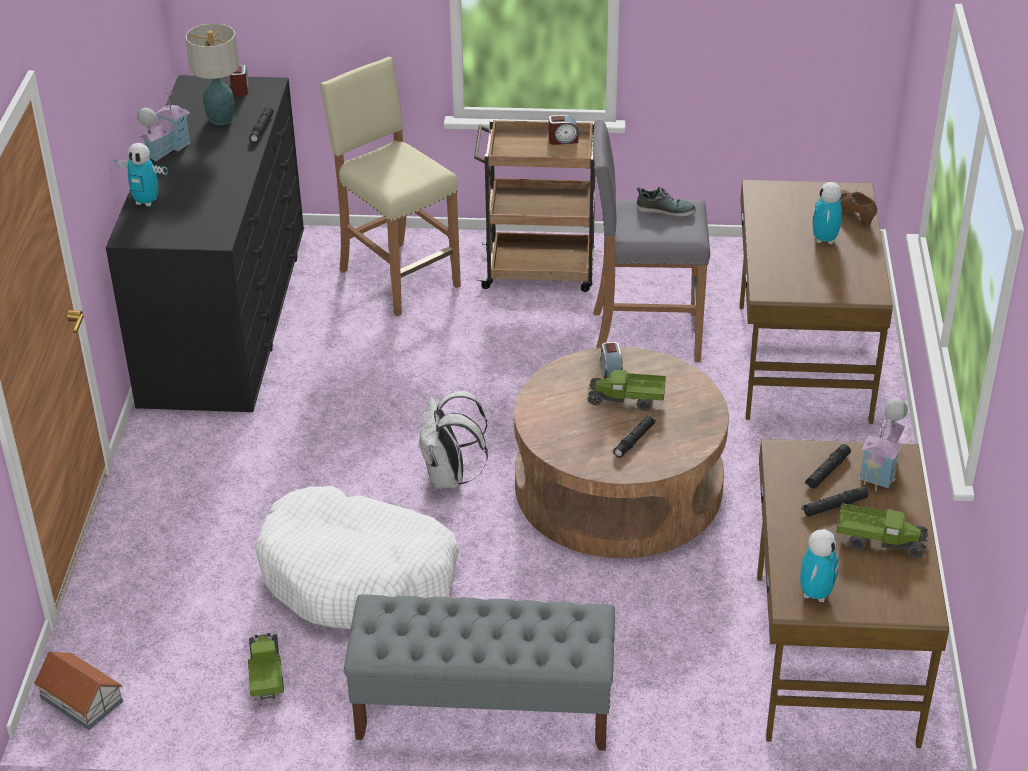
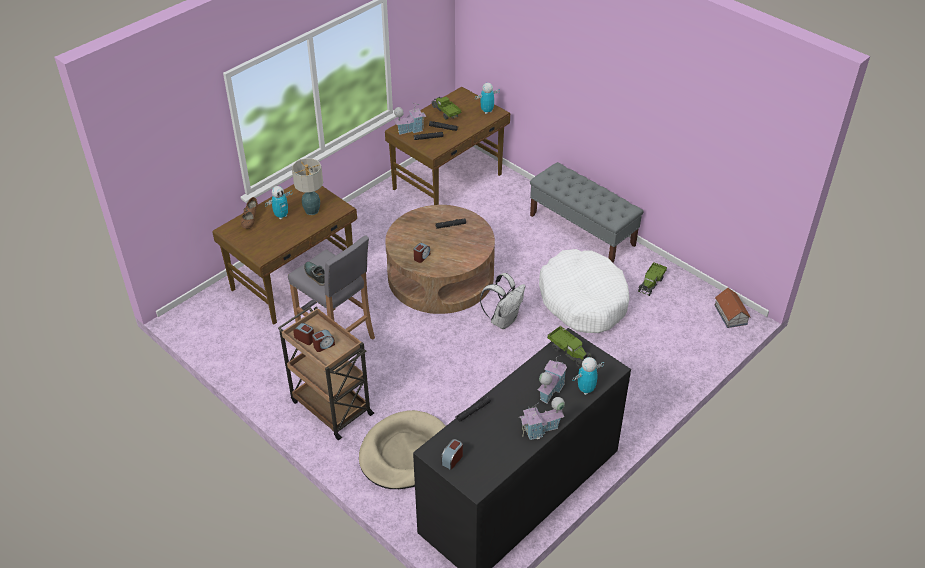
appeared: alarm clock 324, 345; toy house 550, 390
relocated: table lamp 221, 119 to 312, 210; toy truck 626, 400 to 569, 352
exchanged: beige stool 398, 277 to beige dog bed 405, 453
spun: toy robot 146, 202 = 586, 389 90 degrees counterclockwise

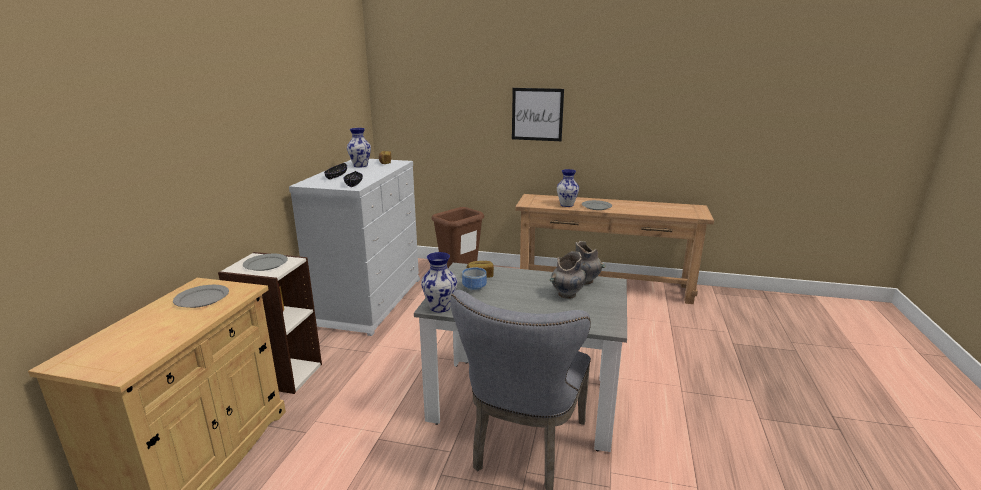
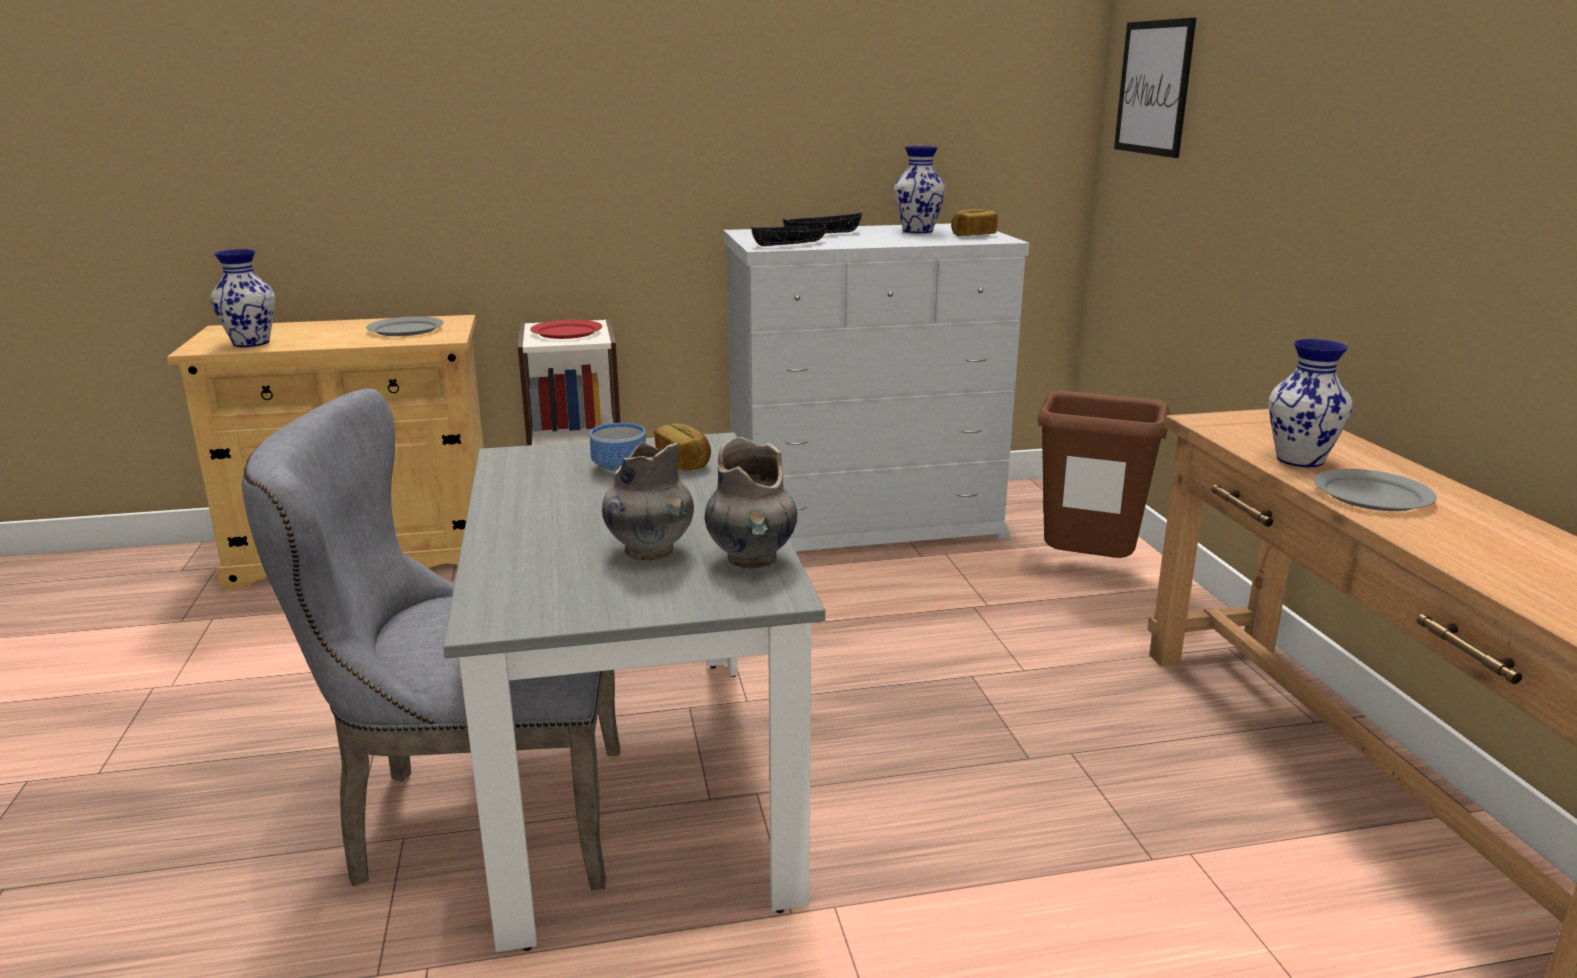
relocated: vase 440, 307 to 252, 343; picture 537, 114 to 1154, 88
colour: grey plate 265, 264 to red plate 566, 332

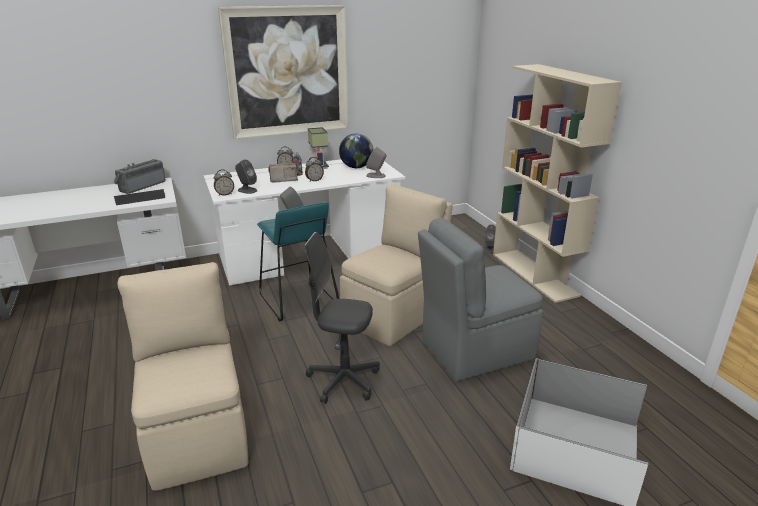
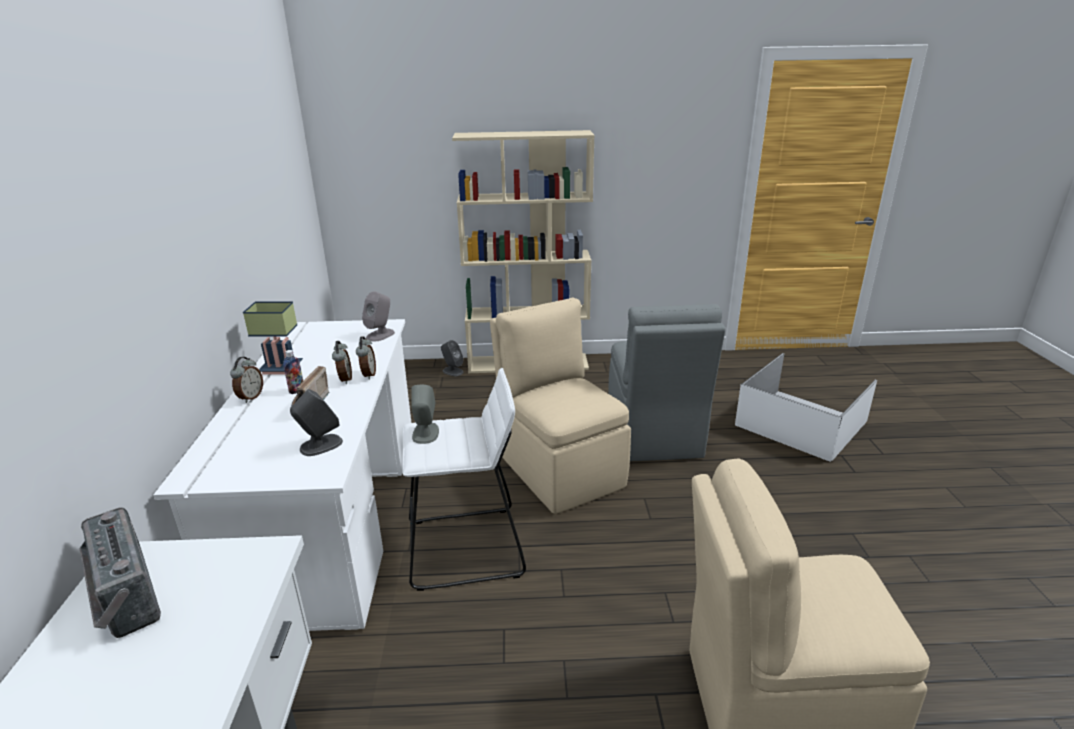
missing: keyboard 140, 198; picture 287, 72; grey office chair 343, 380; globe 356, 167
relocated: alarm clock 225, 194 to 368, 375
colour: turquoise stool 297, 299 to white stool 465, 548

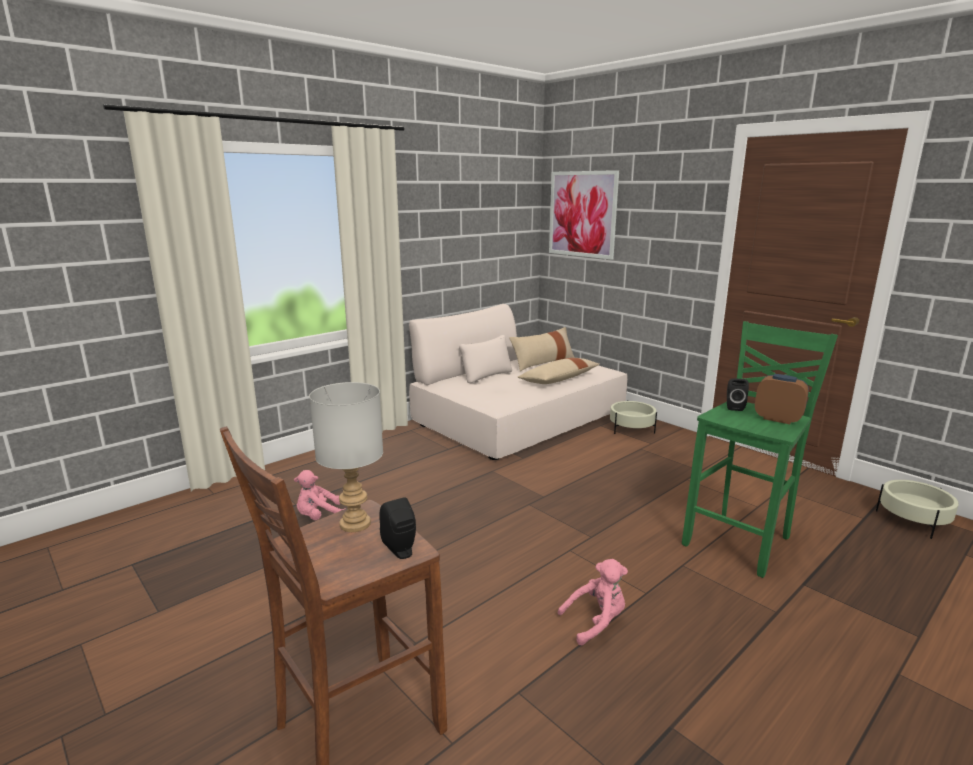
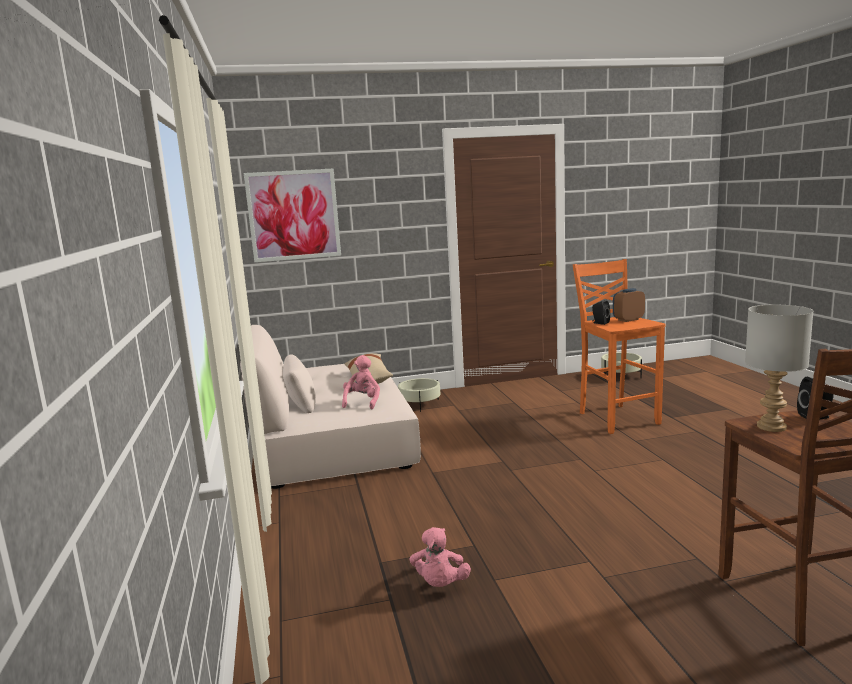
missing: beige pillow 543, 362
relocated: pink plush toy 596, 622 to 362, 402
colour: green stool 740, 541 to orange stool 617, 418

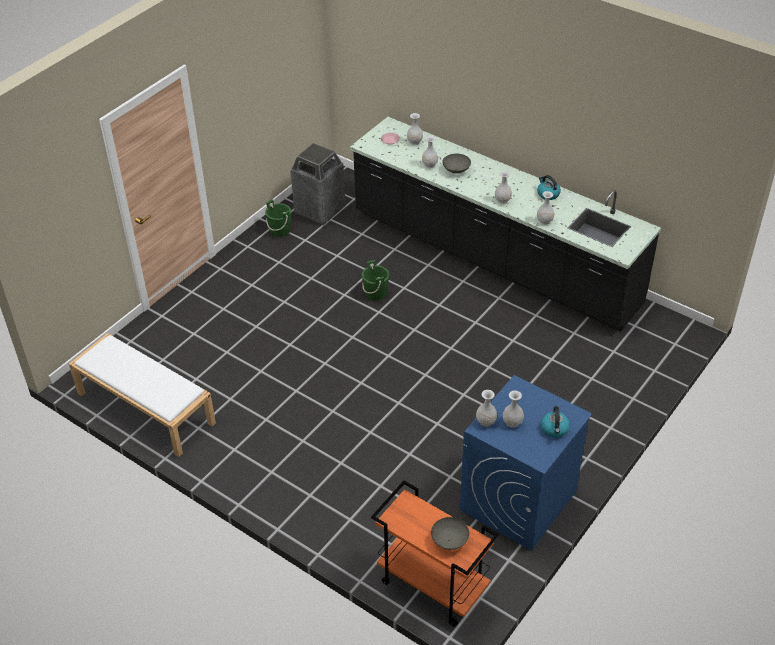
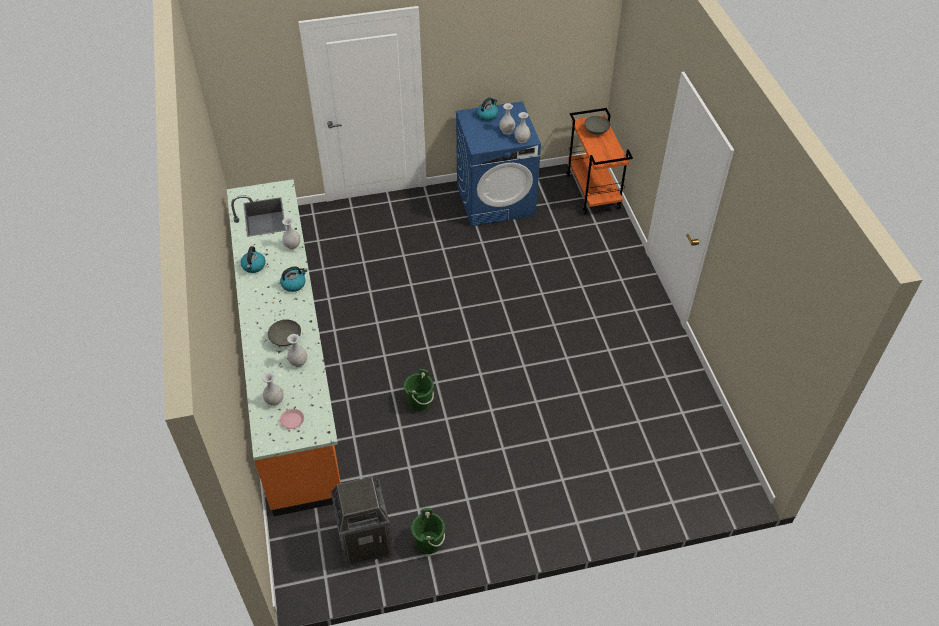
missing: white bench 144, 408
exchanged: white vase 503, 200 to kettle 294, 284
colour: black counter 493, 259 to orange counter 291, 366

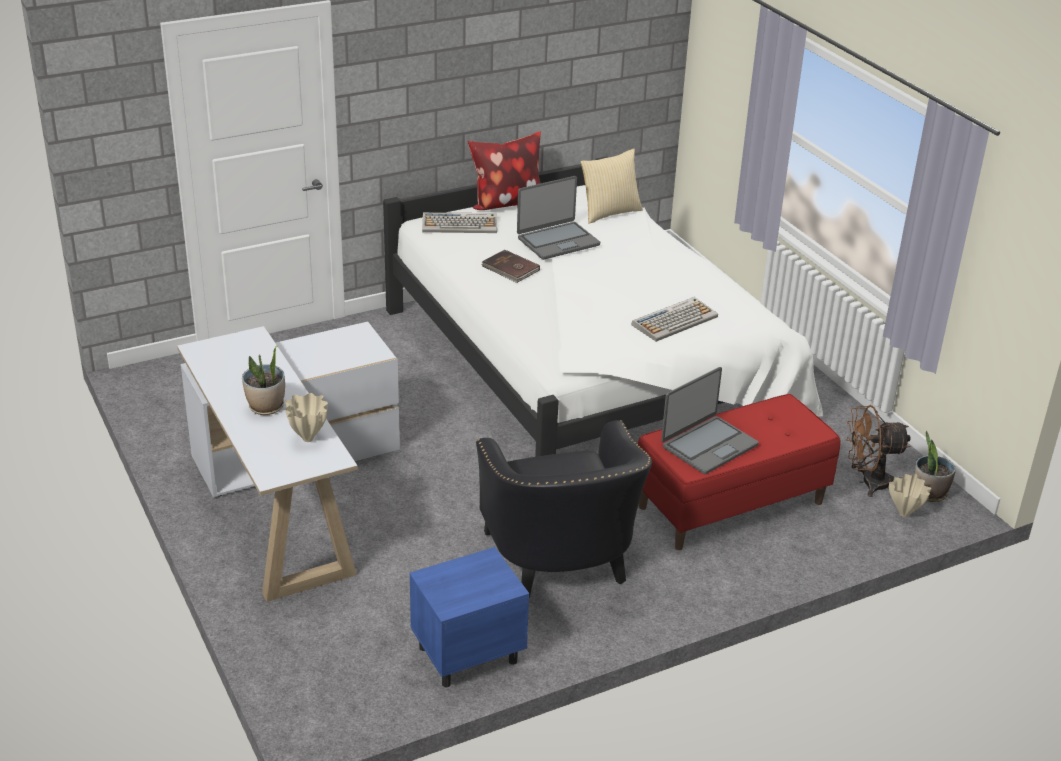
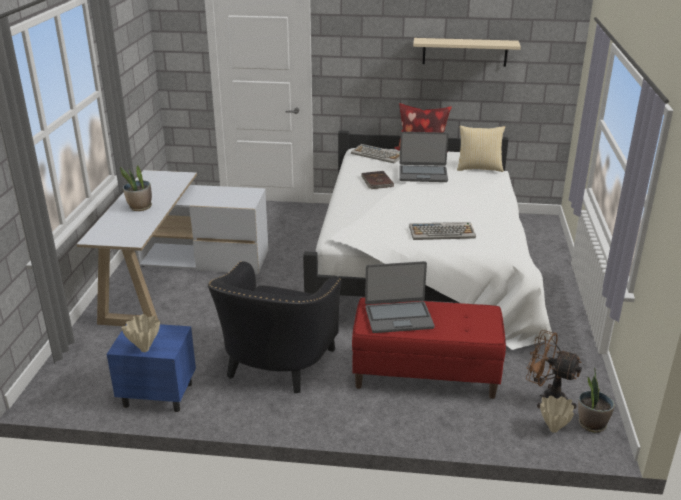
appeared: beige shelf 464, 52
relocated: beige vase 308, 438 to 145, 349

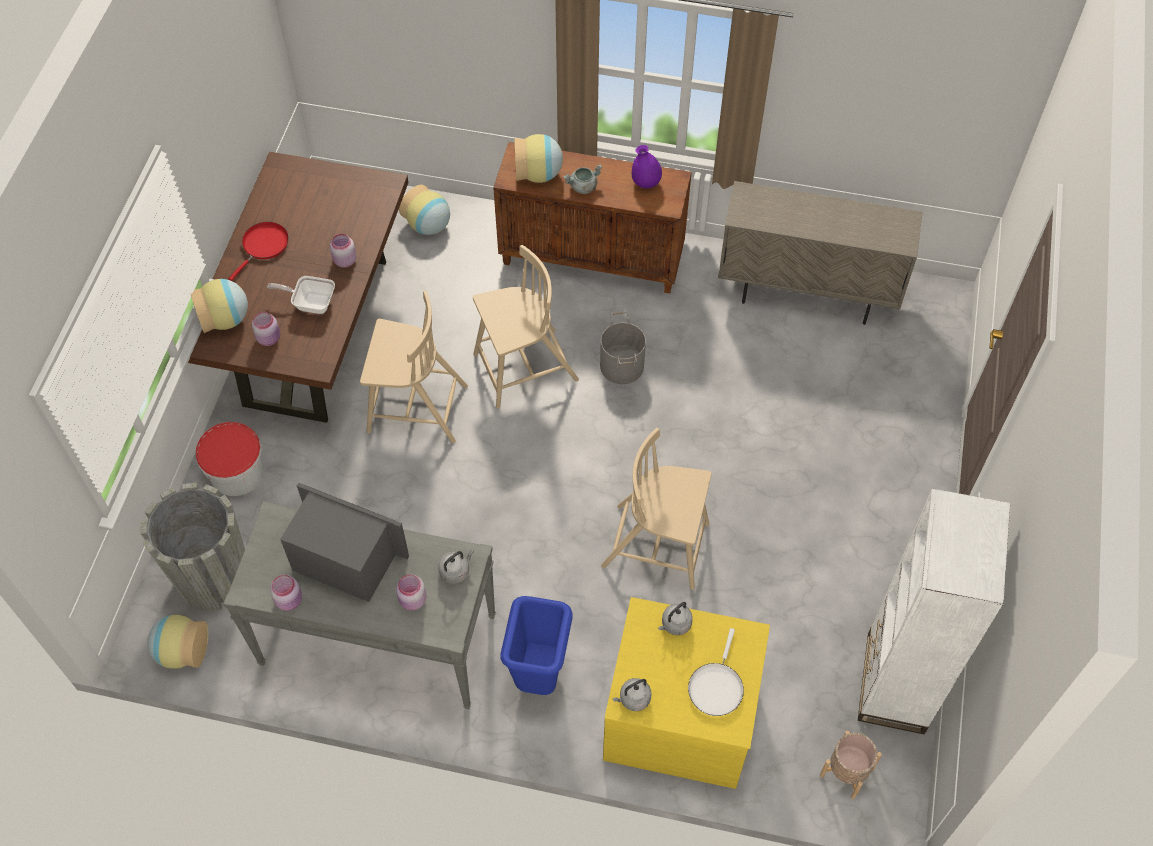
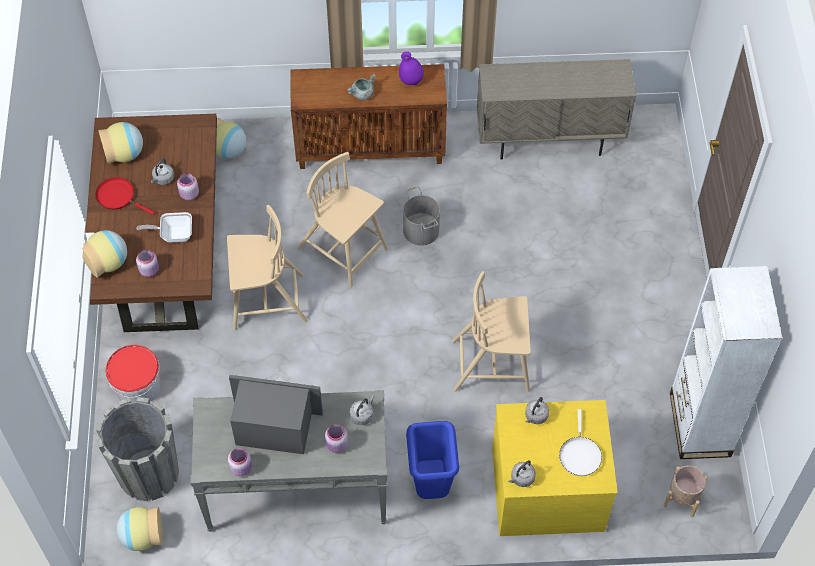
appeared: grey kettle 163, 179
relocated: vase 538, 174 to 125, 154
spun: red frying pan 263, 246 = 118, 196 75 degrees counterclockwise; beige chair 523, 368 = 343, 250 105 degrees counterclockwise

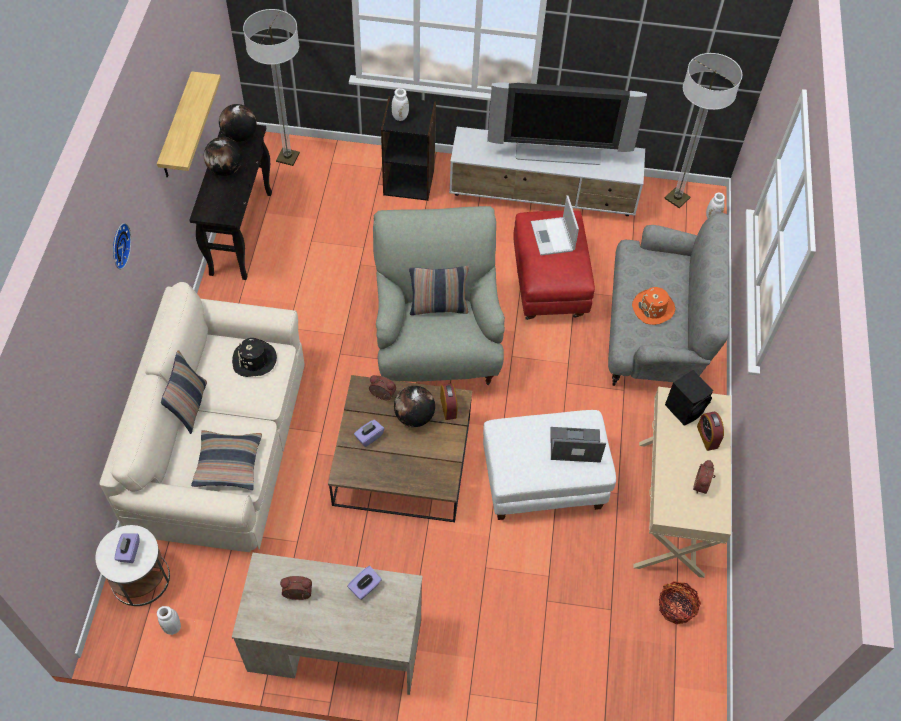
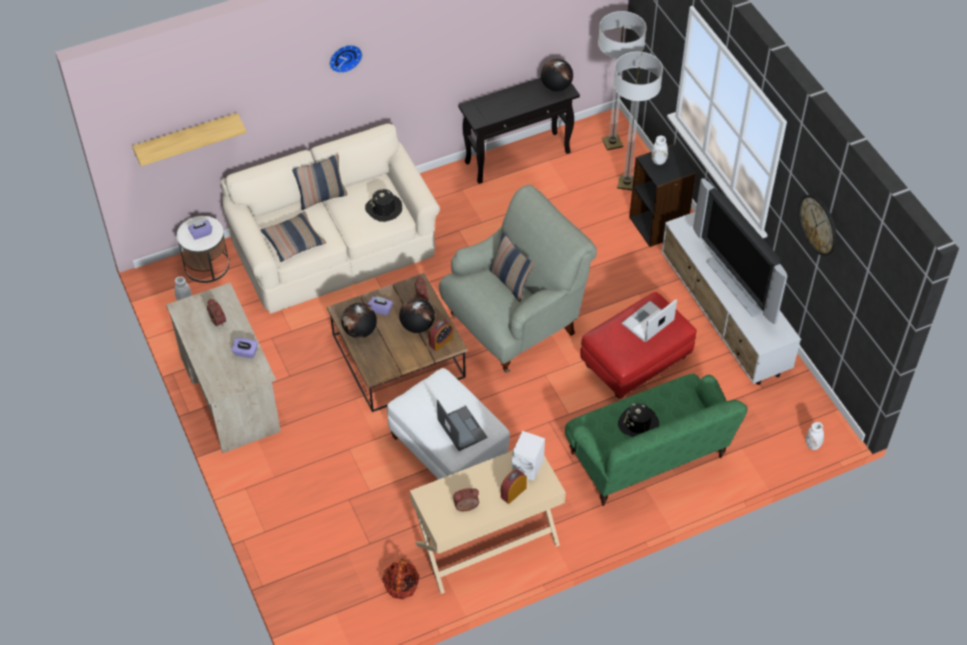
appeared: wall clock 818, 224
relocated: shelf 177, 127 to 187, 139; globe 226, 170 to 360, 331; floor lamp 677, 198 to 626, 183
colour: grey sofa 654, 333 to green sofa 648, 458; orange hat 653, 308 to black hat 638, 424; black speaker 685, 408 to white speaker 528, 467

